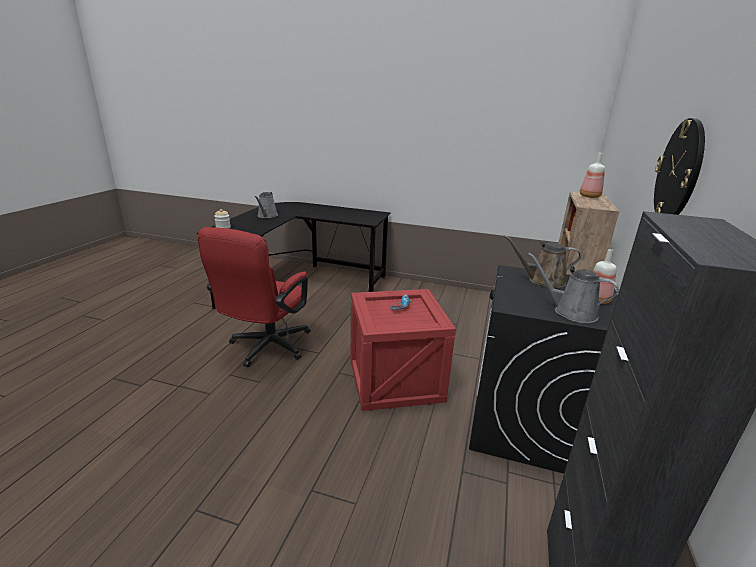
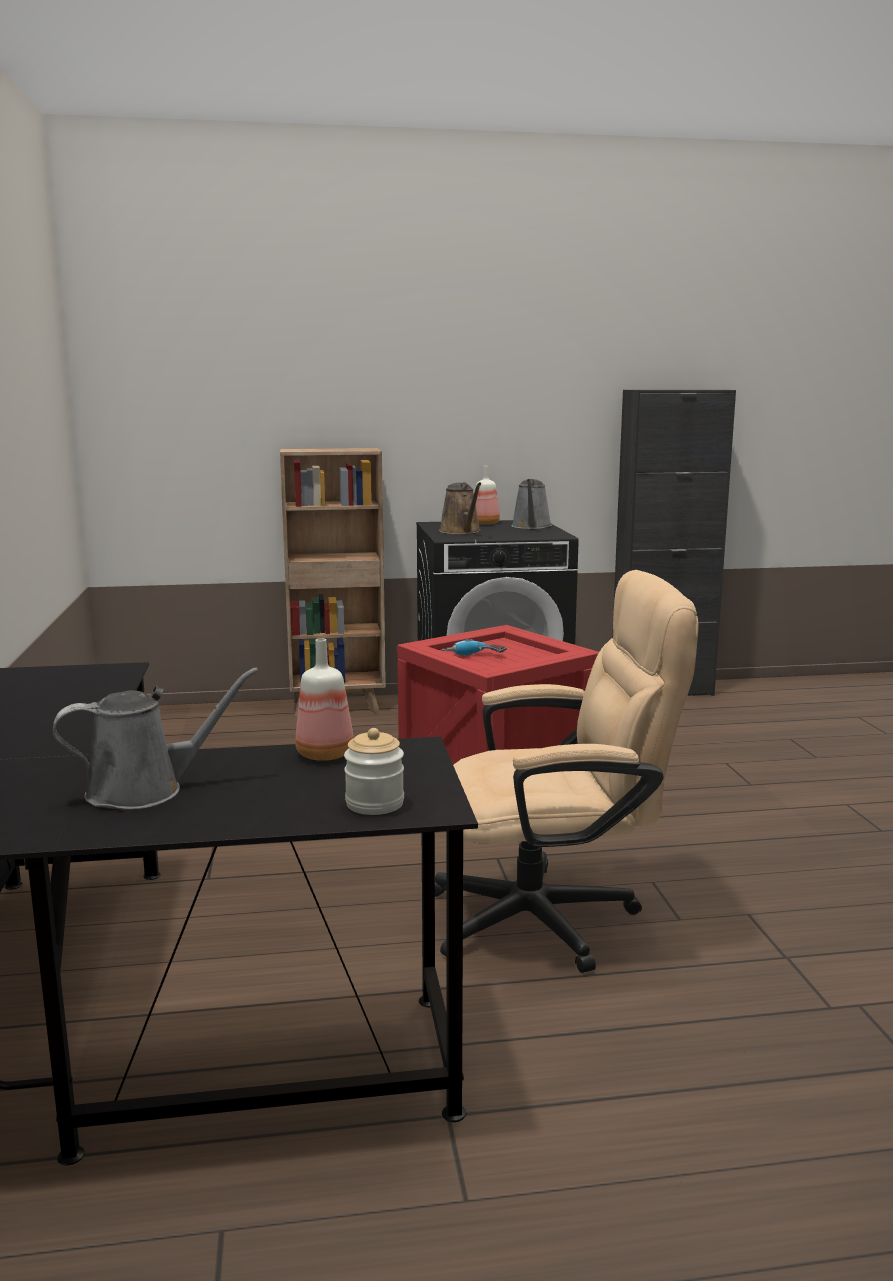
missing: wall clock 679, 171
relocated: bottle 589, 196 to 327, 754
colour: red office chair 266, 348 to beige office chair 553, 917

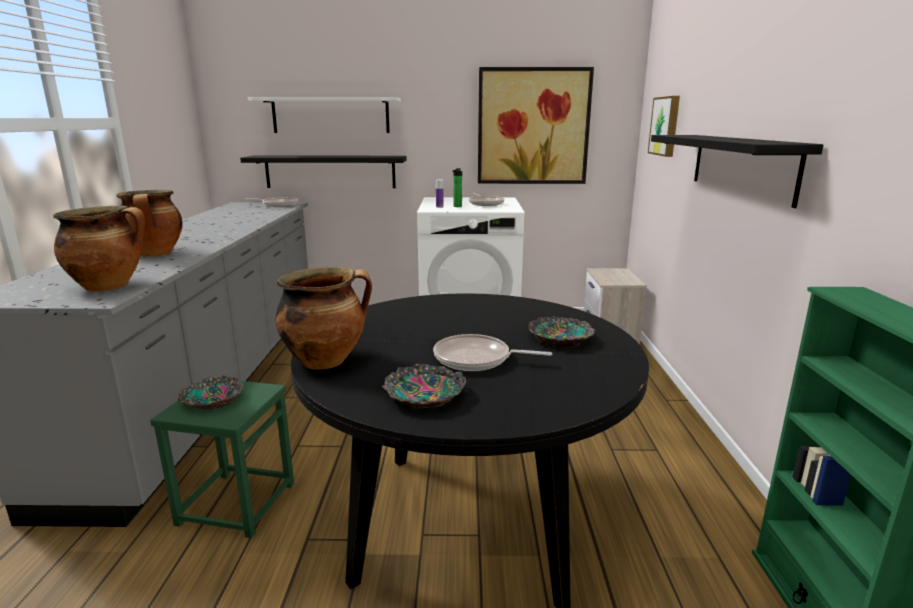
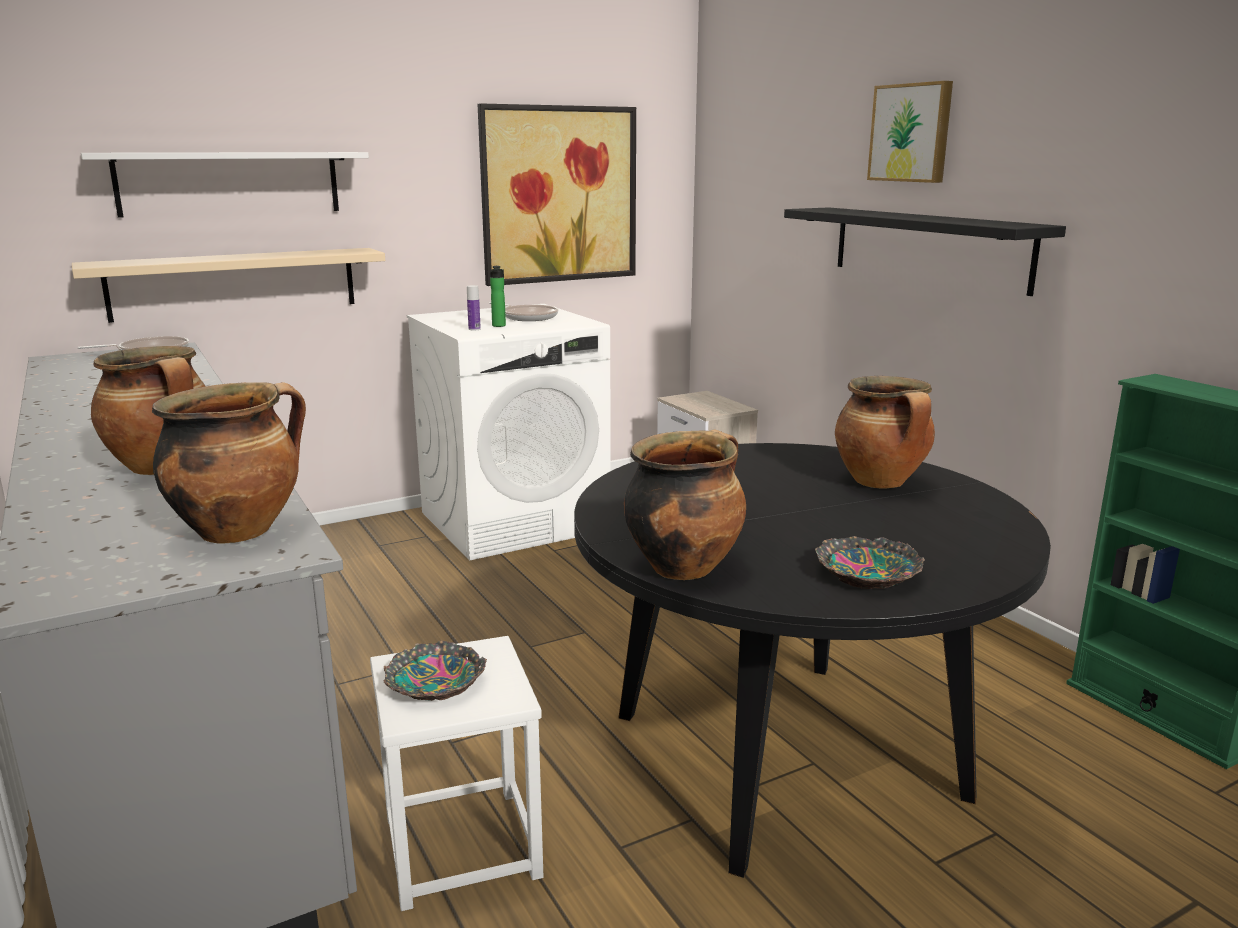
missing: frying pan 476, 359
relocated: picture 666, 126 to 911, 133
exchanged: bowl 562, 338 to cooking pot 881, 482
colour: green stool 236, 503 to white stool 460, 846; black shelf 330, 171 to beige shelf 234, 283

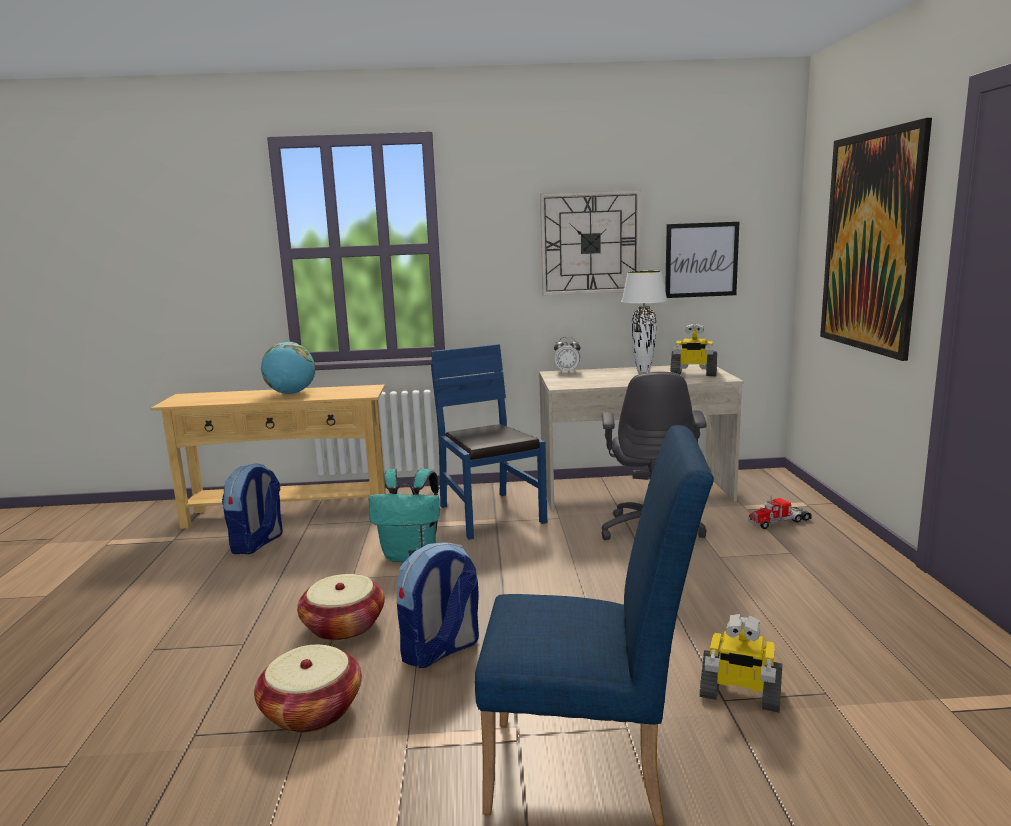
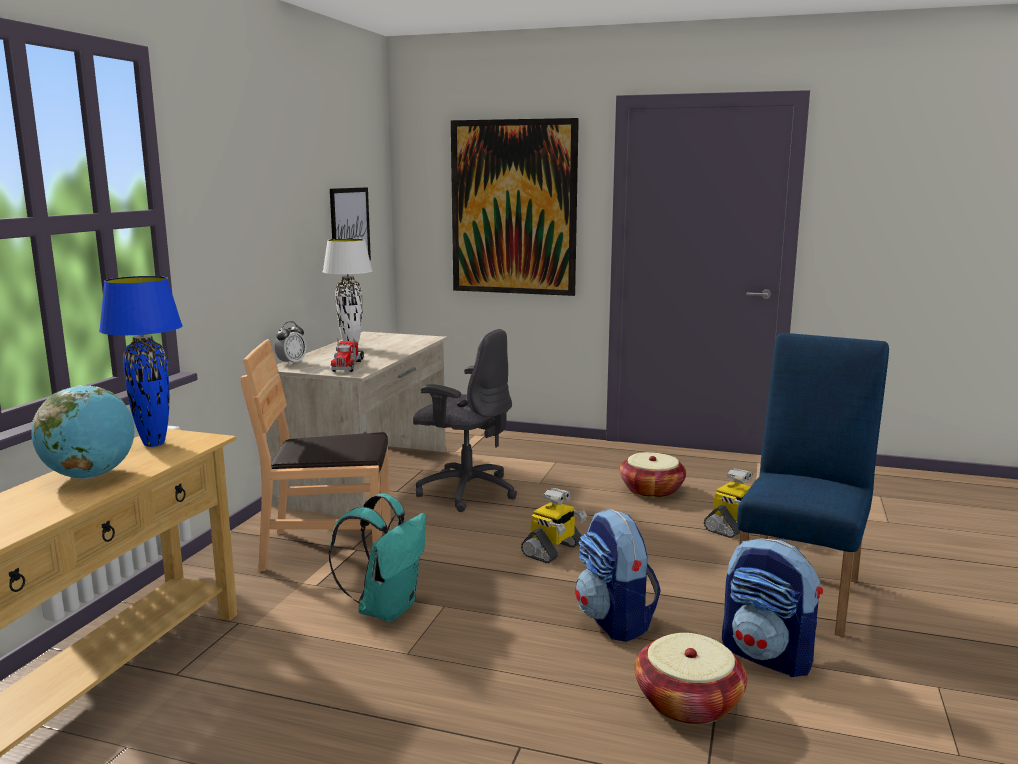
missing: wall clock 590, 243
appeared: blue table lamp 153, 443
relocated: backpack 257, 544 to 768, 656; basket 343, 626 to 651, 490; toy robot 693, 374 to 553, 550; toy truck 779, 521 to 348, 365
colour: blue chair 490, 515 to brown chair 329, 548

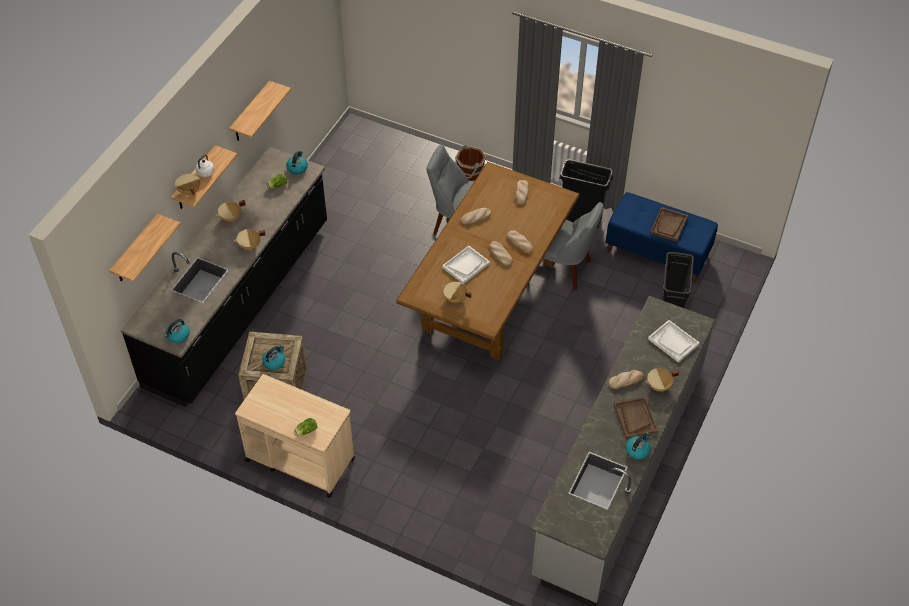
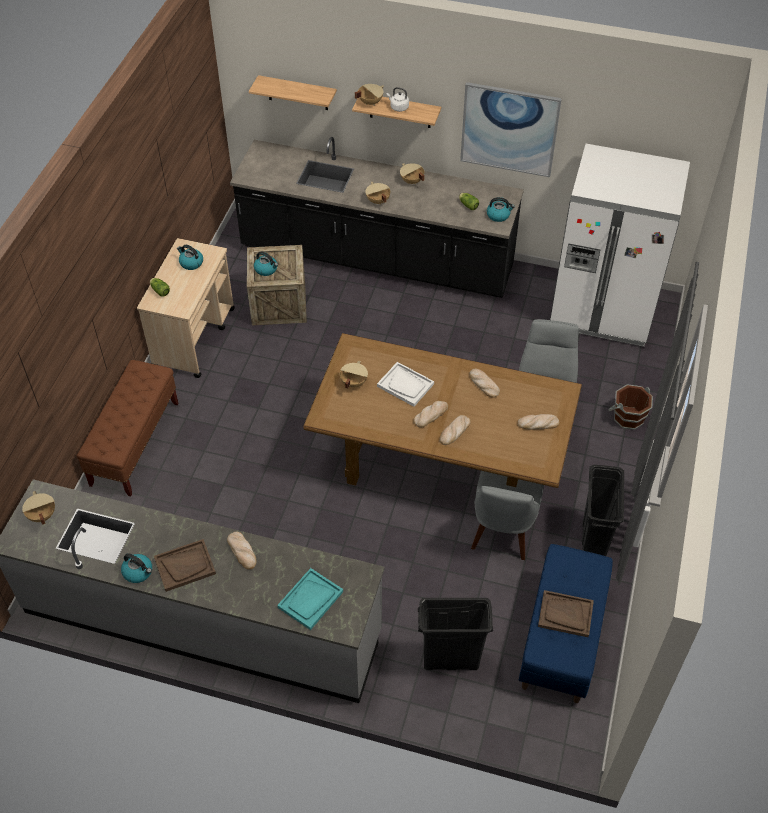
appeared: brown bench 135, 443; white fridge 602, 310
relocated: kettle 178, 336 to 191, 263; beige cooking pot 659, 386 to 41, 515
exchanged: shelf 250, 113 to picture 509, 129
colour: white tray 673, 342 to turquoise tray 310, 600

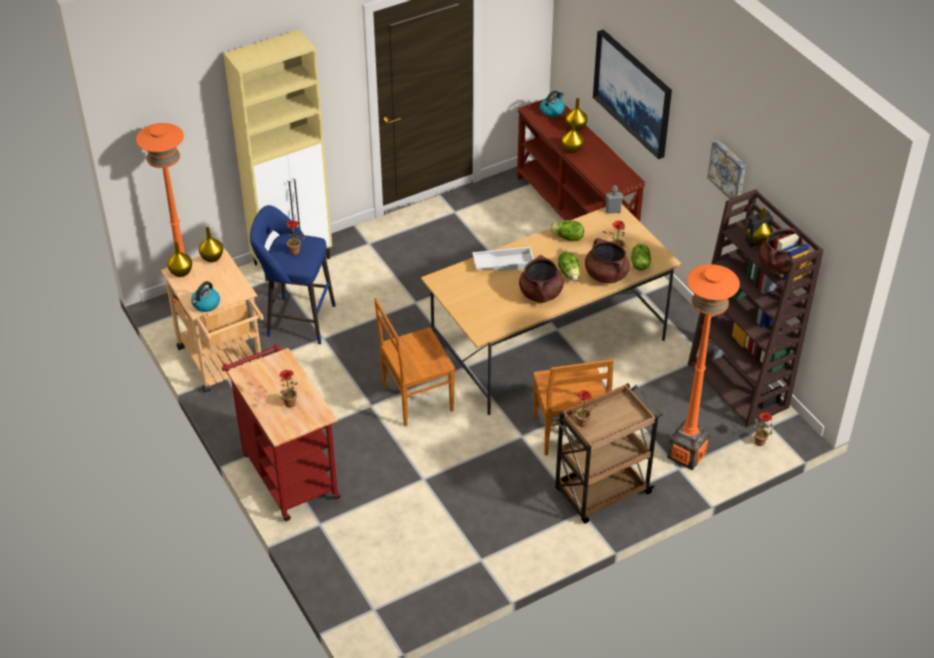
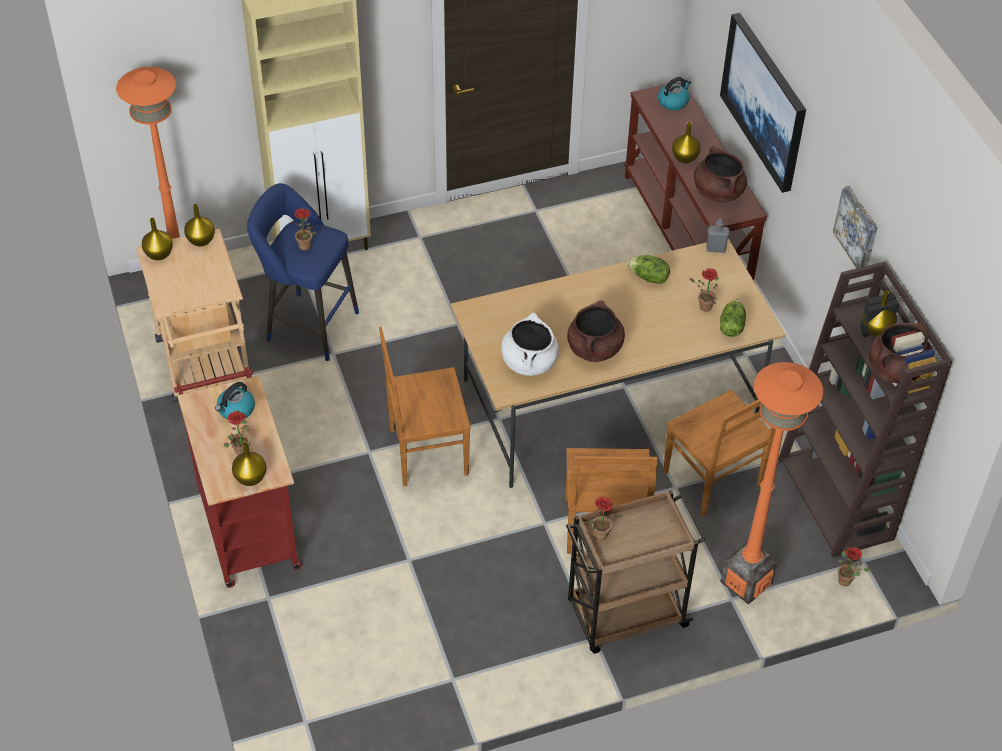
missing: white tray 503, 262; lettuce 569, 273
appeared: white cooking pot 529, 362; brown chair 714, 480
relocated: kettle 206, 304 to 236, 410; yellow vase 576, 128 to 250, 478; brown cooking pot 605, 275 to 718, 192

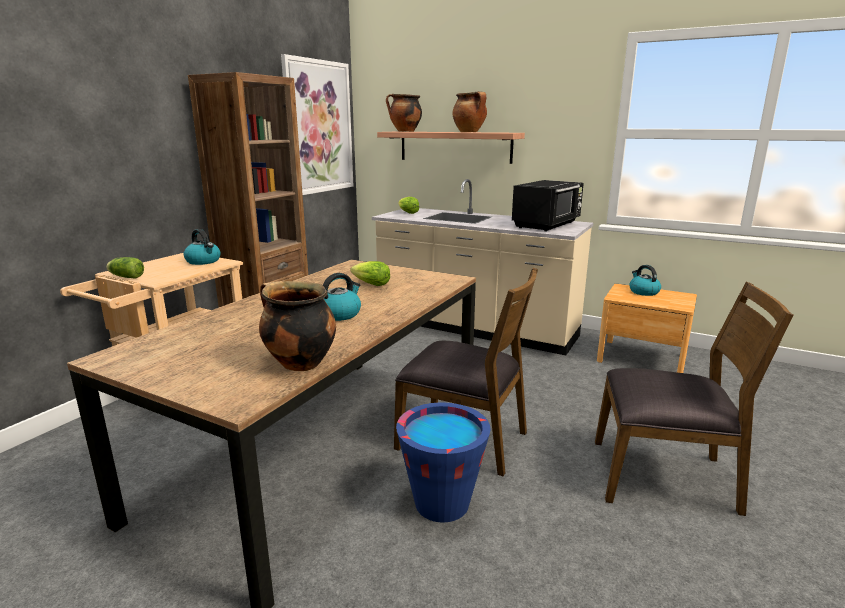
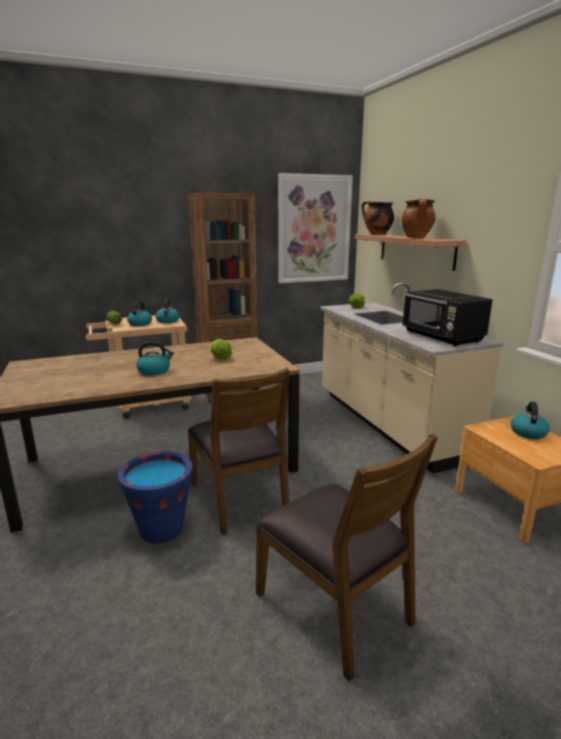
missing: cooking pot 299, 363
appeared: kettle 140, 323
spun: black microwave 547, 225 = 442, 337 75 degrees clockwise

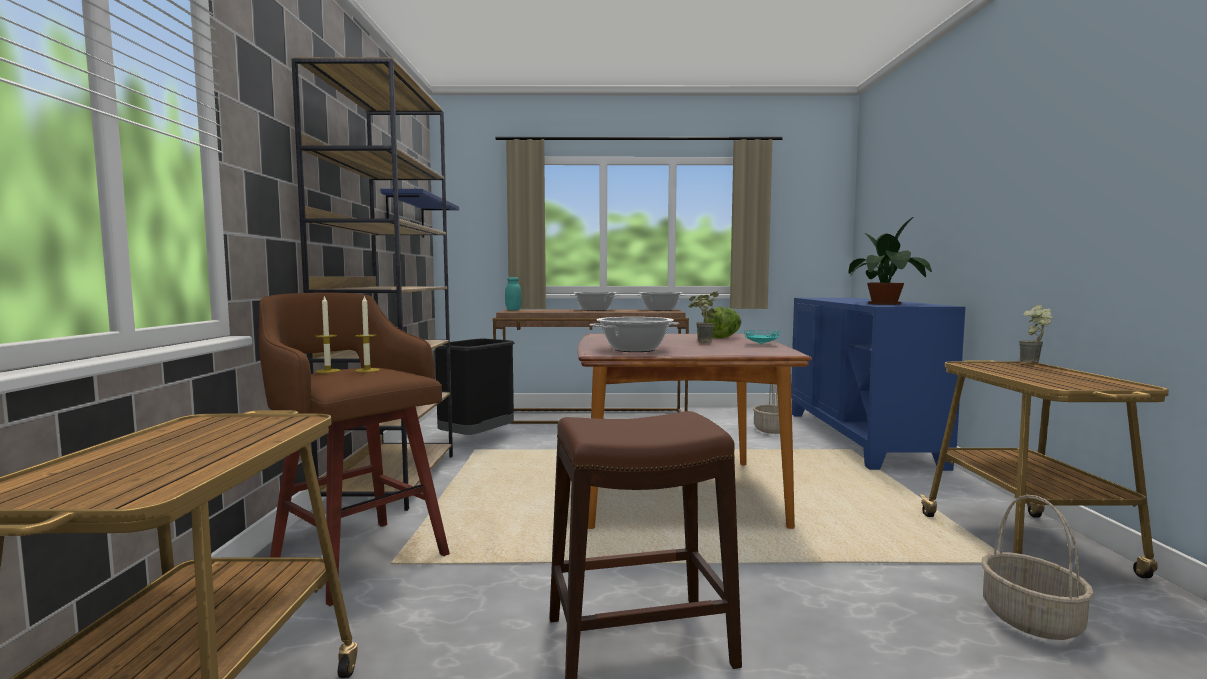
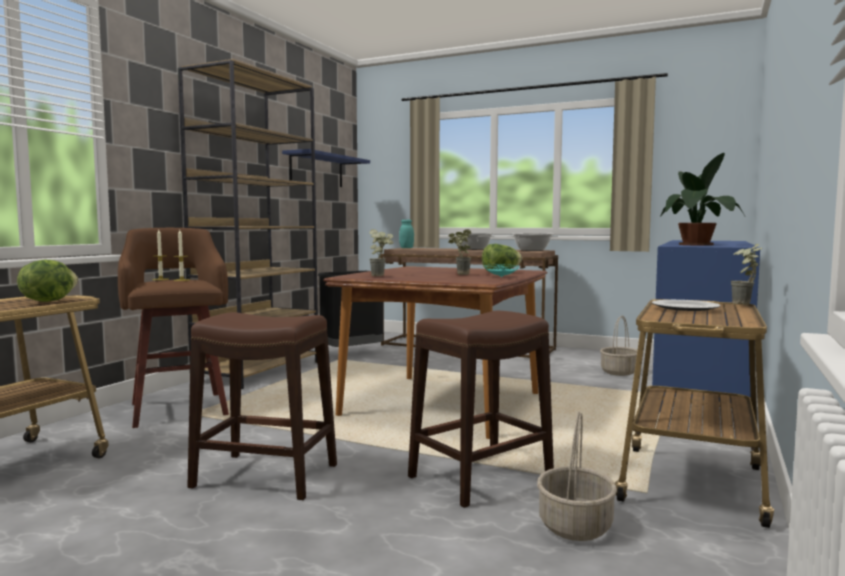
appeared: lettuce 47, 301; brown stool 482, 476; plate 684, 307
exchanged: cooking pot 634, 349 to potted plant 381, 276

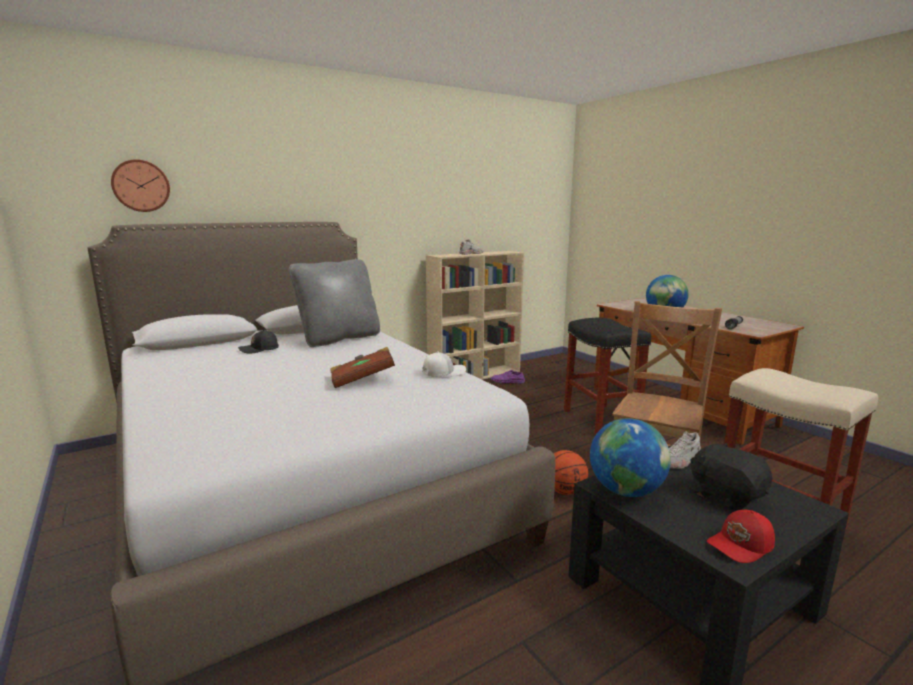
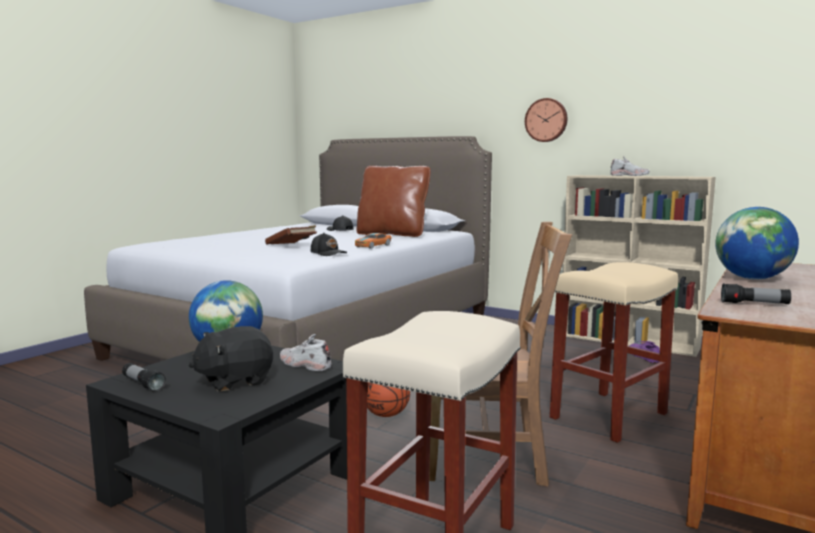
appeared: toy car 373, 246
relocated: wall clock 141, 186 to 546, 120
exchanged: red cap 741, 545 to flashlight 143, 384
colour: grey pillow 339, 338 to brown pillow 392, 234; white cap 443, 372 to black cap 328, 253; black stool 599, 419 to beige stool 608, 415
spun: black plush toy 726, 496 = 234, 381 150 degrees counterclockwise

